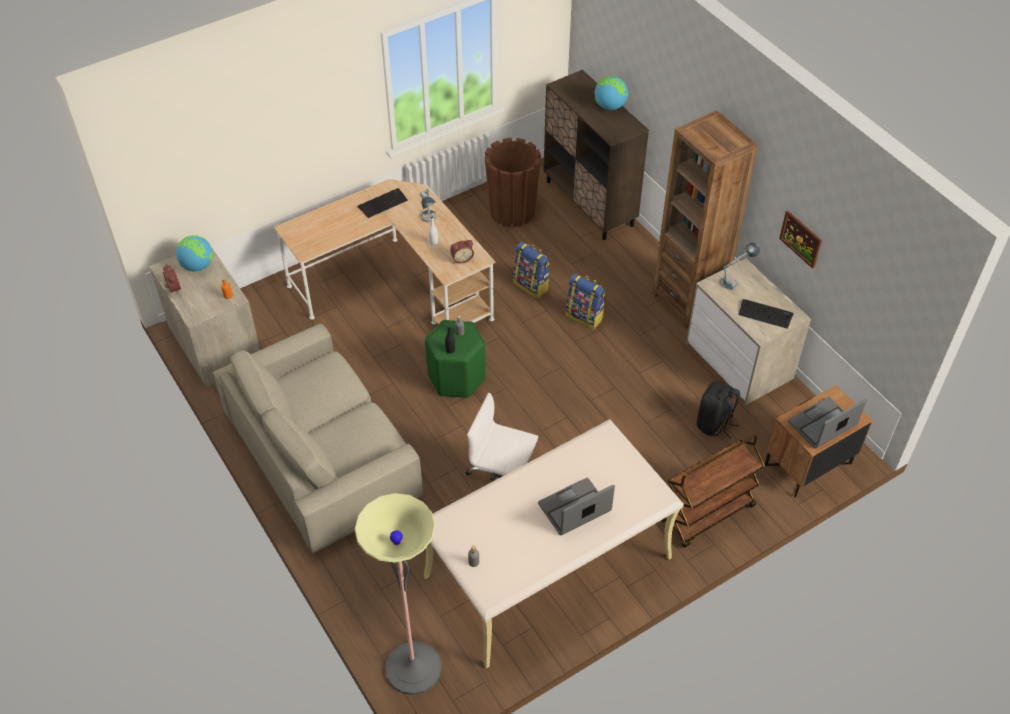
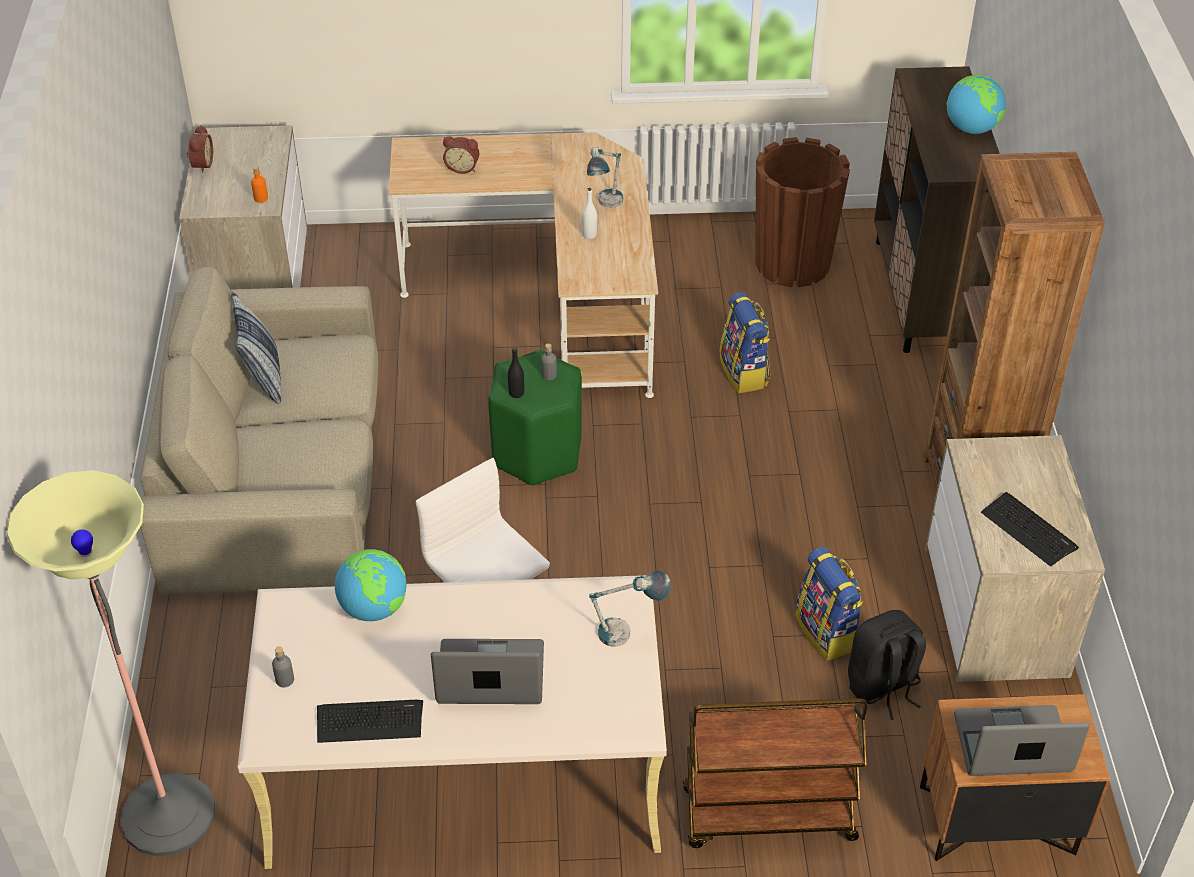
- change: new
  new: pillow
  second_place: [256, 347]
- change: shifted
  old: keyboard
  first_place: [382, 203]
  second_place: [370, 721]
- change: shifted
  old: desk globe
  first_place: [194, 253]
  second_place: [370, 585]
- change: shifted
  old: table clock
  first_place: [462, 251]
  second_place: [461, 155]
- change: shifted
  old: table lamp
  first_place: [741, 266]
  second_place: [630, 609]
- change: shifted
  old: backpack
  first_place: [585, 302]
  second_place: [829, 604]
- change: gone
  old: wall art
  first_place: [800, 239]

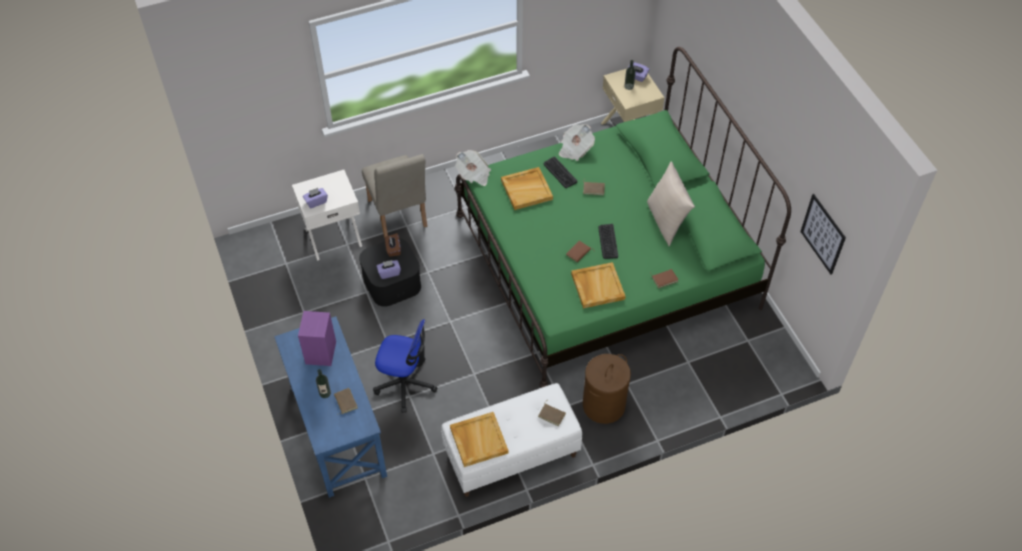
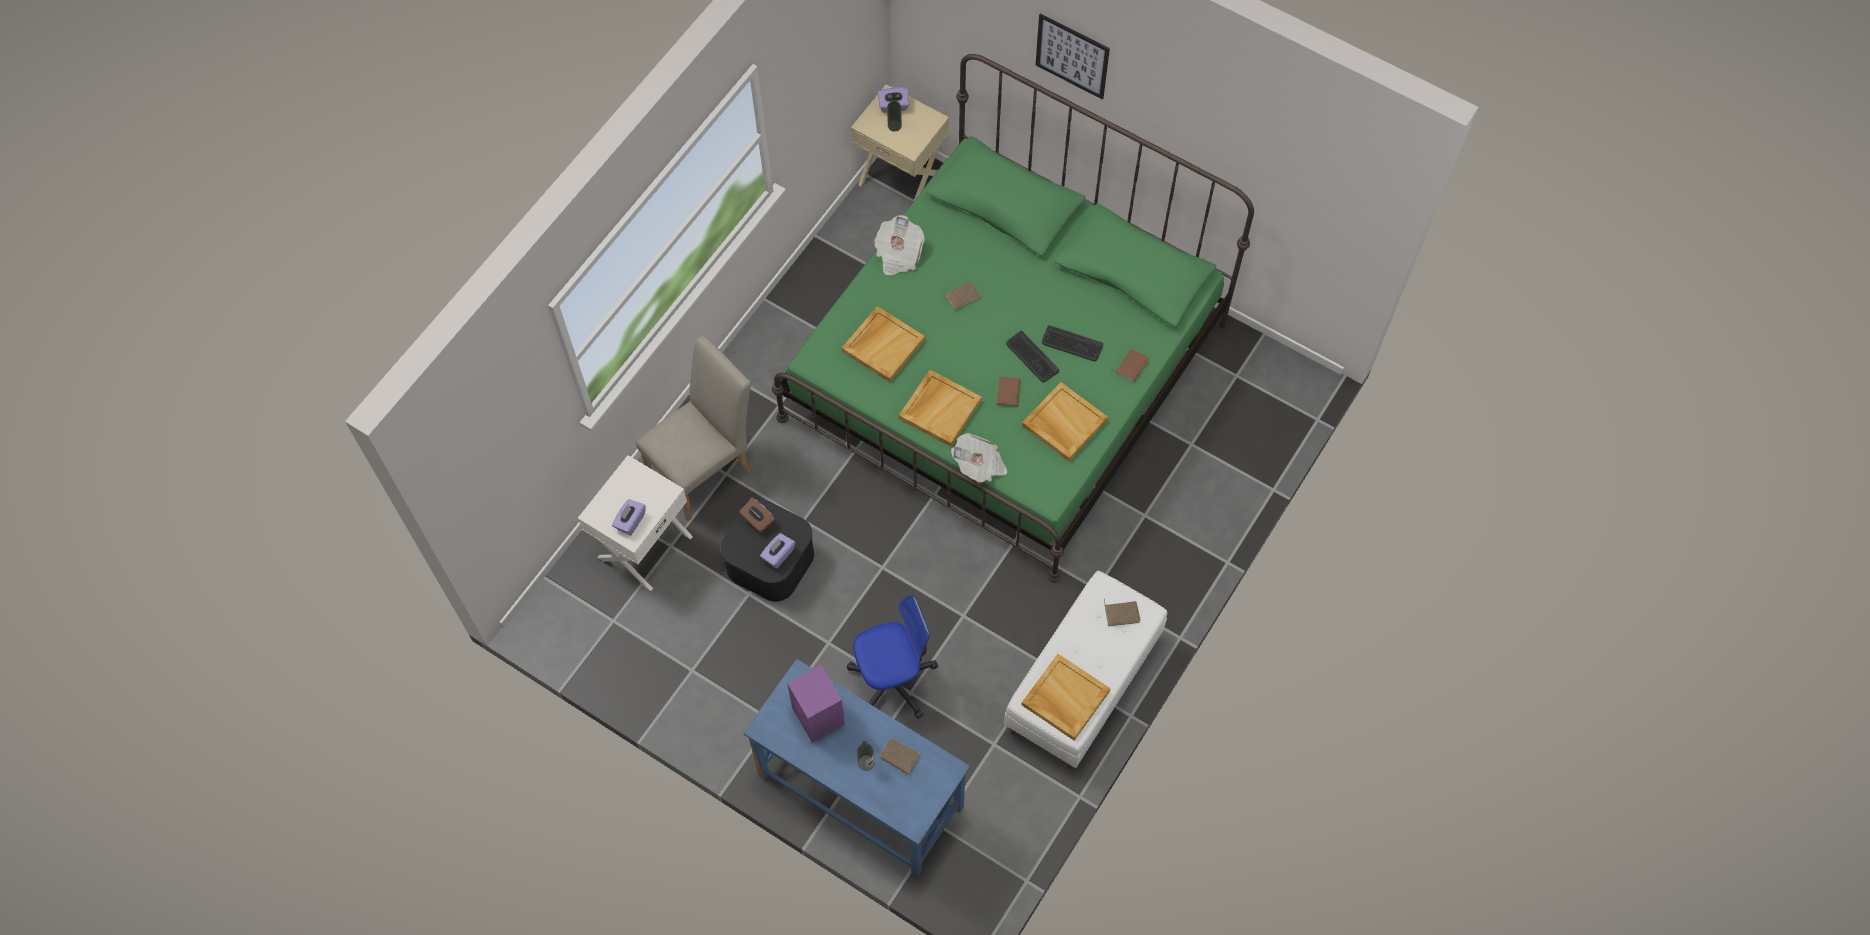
- change: rotated
  old: beige-coloured plain chair
  first_place: [394, 196]
  second_place: [694, 428]
  degrees: -75
- change: new
  new: beige-coloured serving tray
  second_place: [940, 408]
- change: shifted
  old: newspaper
  first_place: [473, 168]
  second_place: [979, 458]
- change: shifted
  old: wall art
  first_place: [823, 234]
  second_place: [1073, 56]
- change: shifted
  old: keyboard
  first_place: [560, 172]
  second_place: [1072, 343]
- change: gone
  old: brown laundry basket
  first_place: [607, 389]
- change: gone
  old: beige-coloured pillow
  first_place: [671, 204]

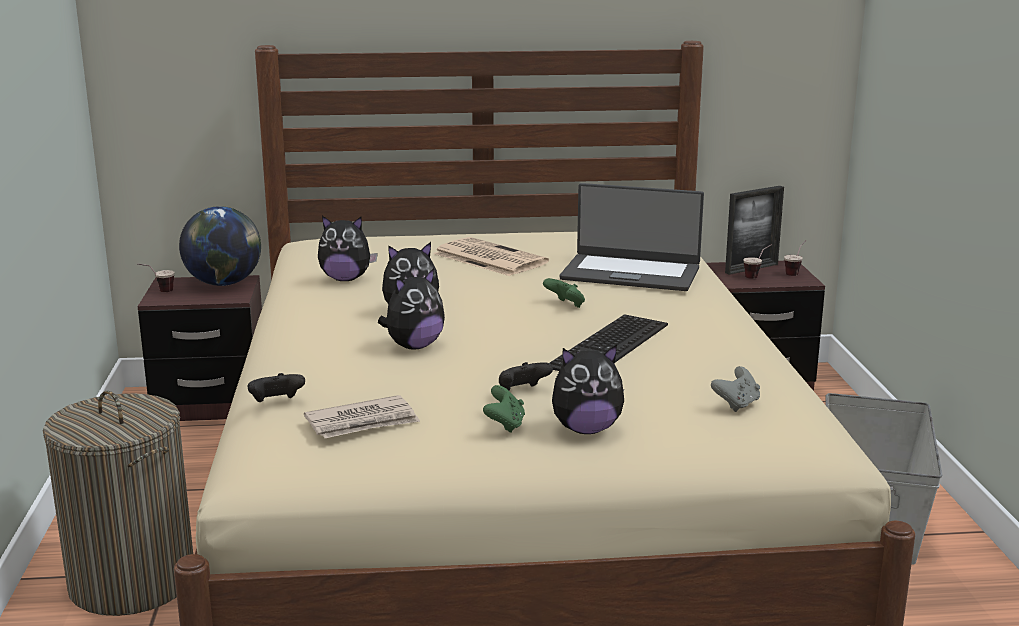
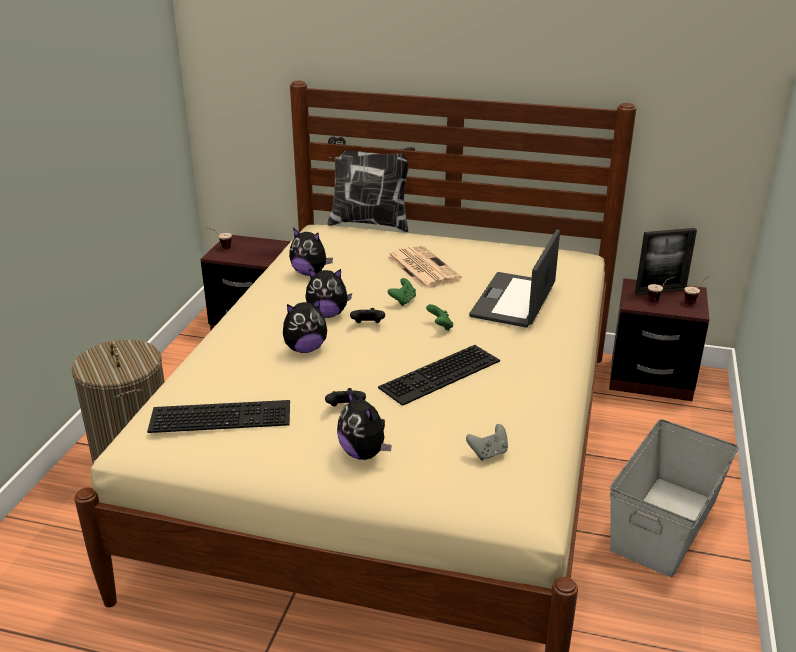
- change: swapped
  old: newspaper
  new: keyboard
  first_place: [362, 416]
  second_place: [218, 416]
- change: new
  new: pillow
  second_place: [371, 184]
- change: rotated
  old: plush toy
  first_place: [588, 389]
  second_place: [364, 425]
  degrees: 45
- change: shifted
  old: blackish joypad
  first_place: [276, 387]
  second_place: [367, 315]
- change: shifted
  old: green-coloured joypad
  first_place: [504, 409]
  second_place: [402, 292]
- change: rotated
  old: portable computer
  first_place: [632, 237]
  second_place: [514, 278]
  degrees: 75
- change: gone
  old: desk globe
  first_place: [220, 246]

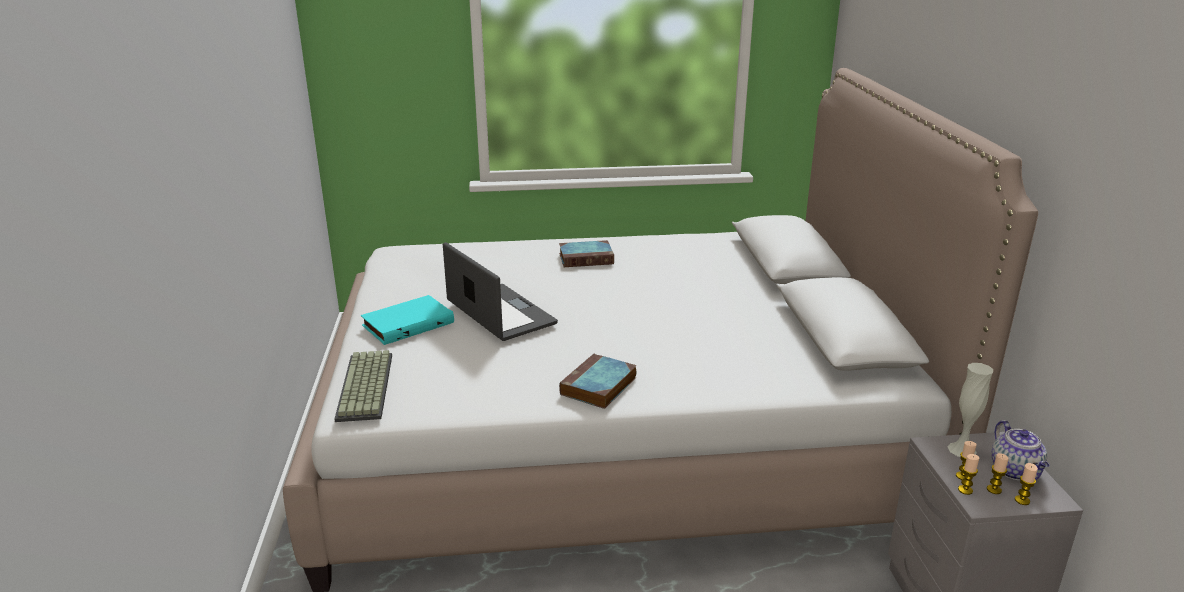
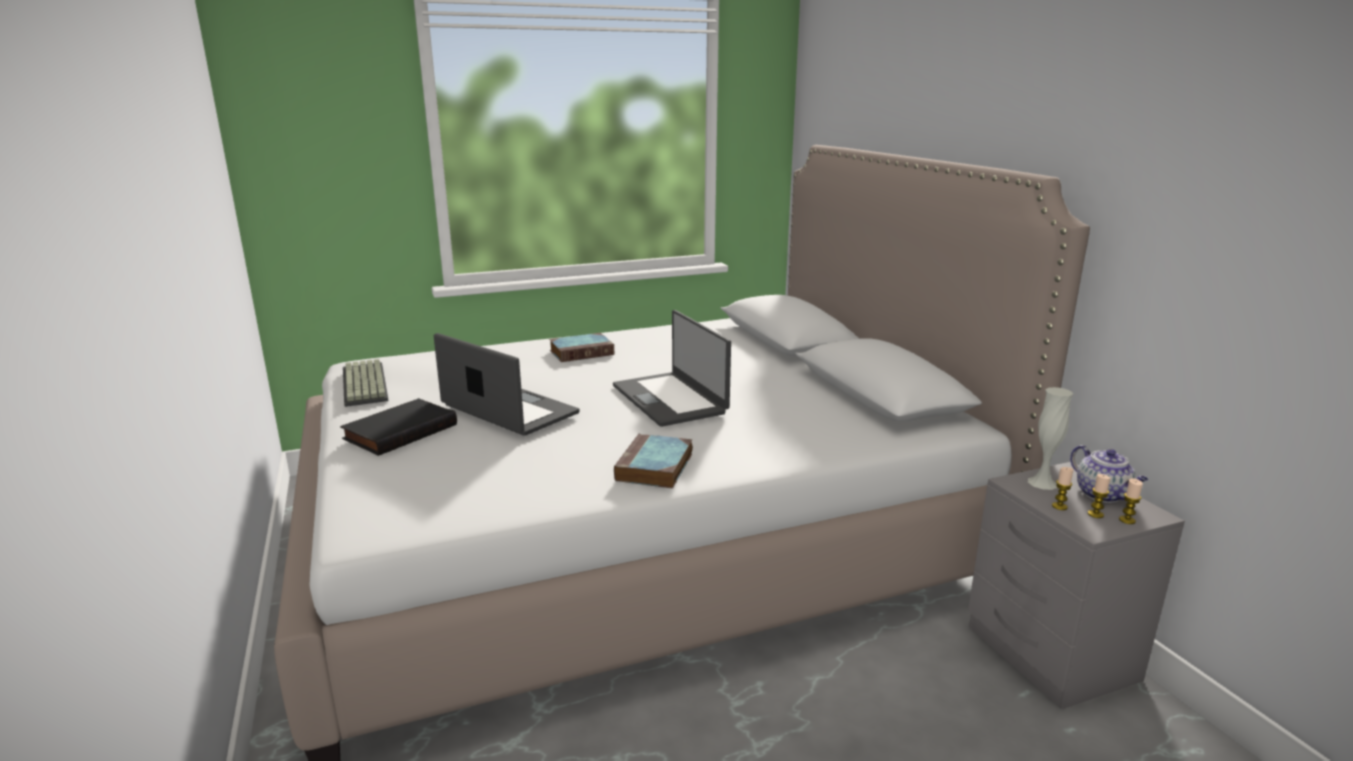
- change: repainted
  old: blue-green book
  new: blackish book
  first_place: [407, 320]
  second_place: [398, 427]
- change: shifted
  old: keyboard
  first_place: [363, 386]
  second_place: [366, 383]
- change: new
  new: portable computer
  second_place: [672, 368]
- change: gone
  old: wax light
  first_place: [968, 474]

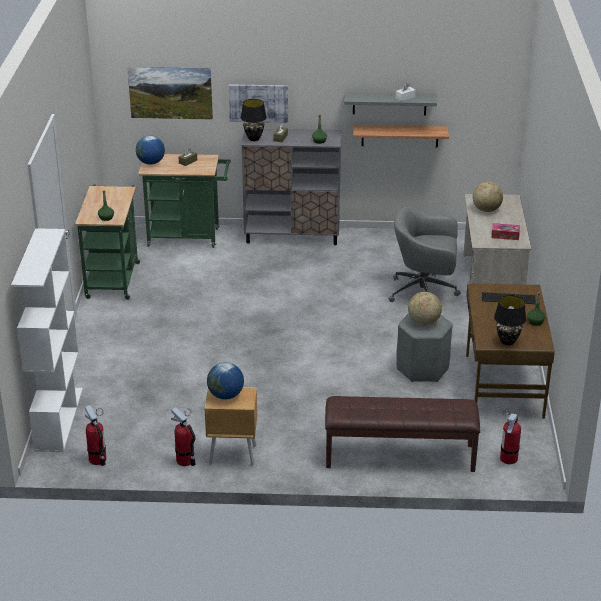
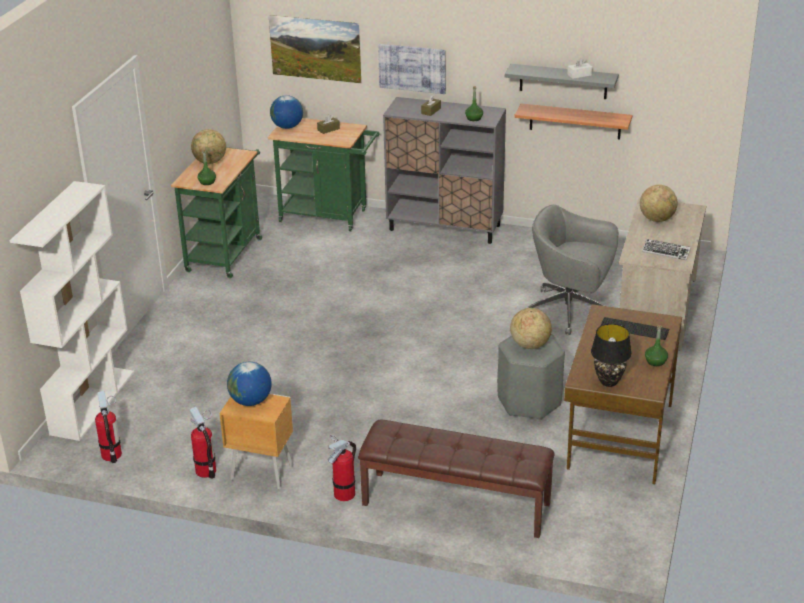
- change: new
  new: desk globe
  second_place: [208, 146]
- change: shifted
  old: fire-fighting cylinder
  first_place: [510, 437]
  second_place: [342, 468]
- change: swapped
  old: tissue holder
  new: keyboard
  first_place: [506, 231]
  second_place: [666, 249]
- change: gone
  old: blackish table lamp
  first_place: [254, 120]

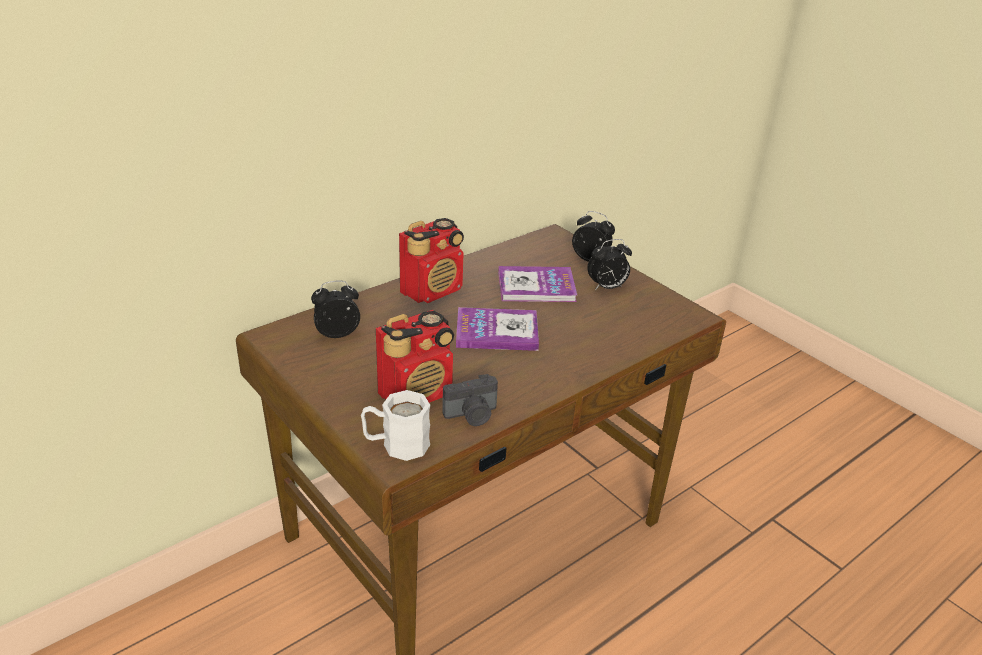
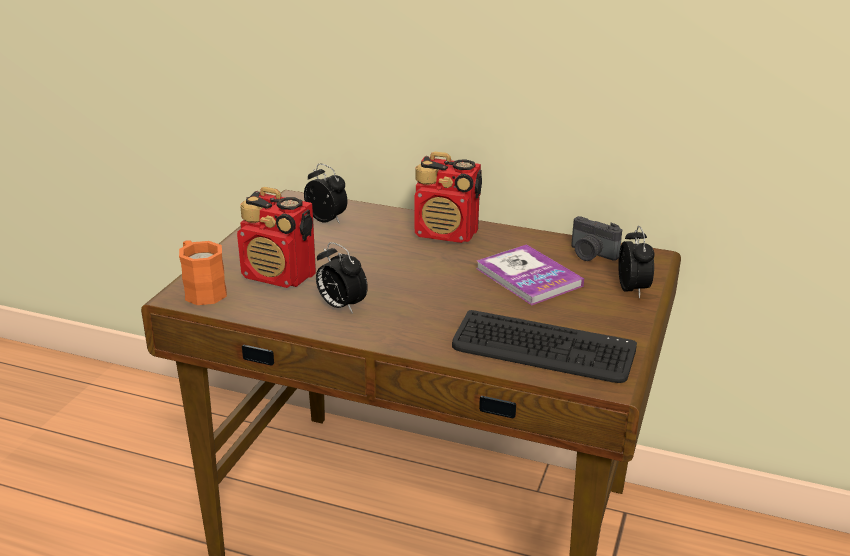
- change: repainted
  old: white coffee mug
  new: orange-coloured coffee mug
  first_place: [395, 425]
  second_place: [203, 272]
- change: shifted
  old: table clock
  first_place: [609, 264]
  second_place: [342, 278]
- change: new
  new: keyboard
  second_place: [544, 346]
- change: shifted
  old: still camera
  first_place: [470, 400]
  second_place: [596, 238]
- change: gone
  old: book
  first_place: [497, 329]

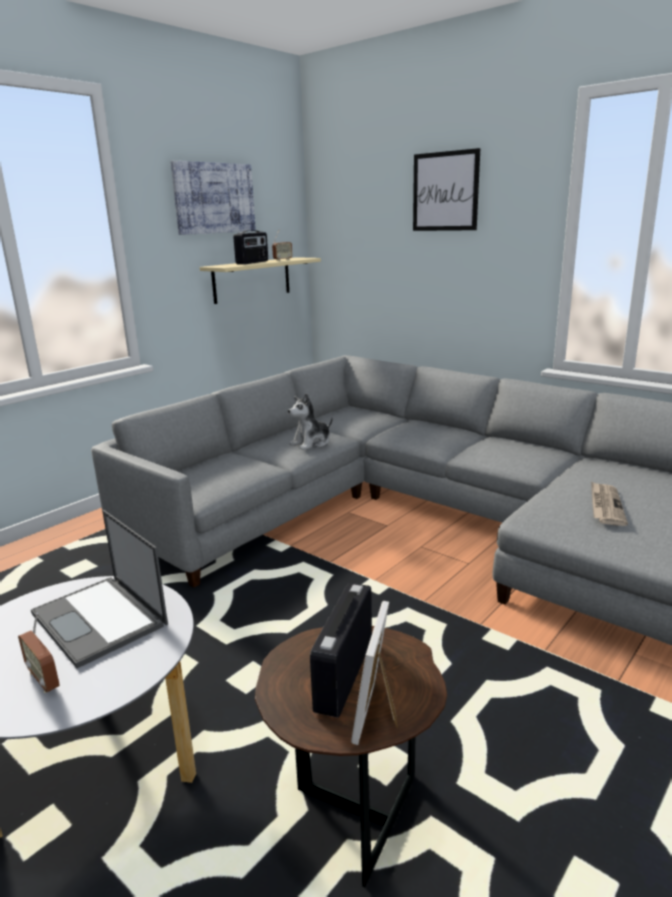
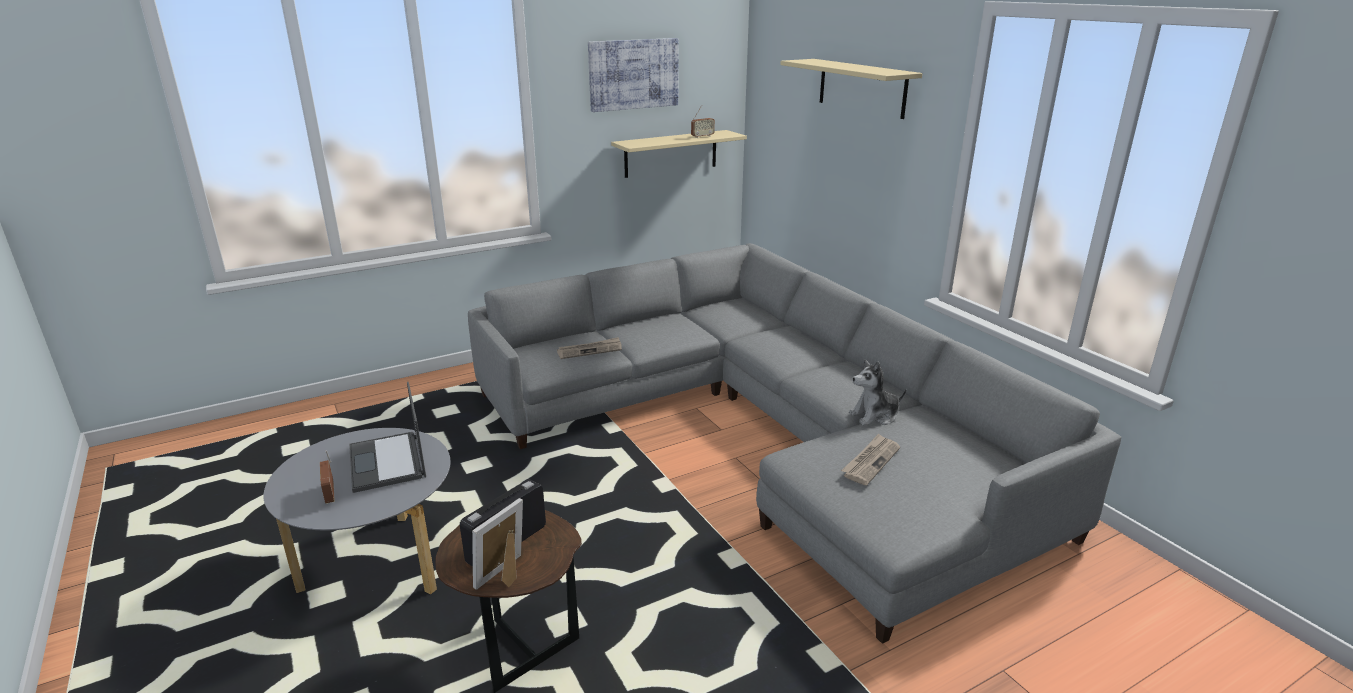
- change: new
  new: newspaper
  second_place: [589, 348]
- change: swapped
  old: wall art
  new: beige-coloured bracket shelf
  first_place: [446, 189]
  second_place: [851, 89]
- change: shifted
  old: plush toy
  first_place: [310, 421]
  second_place: [878, 392]
- change: gone
  old: radio
  first_place: [250, 247]

